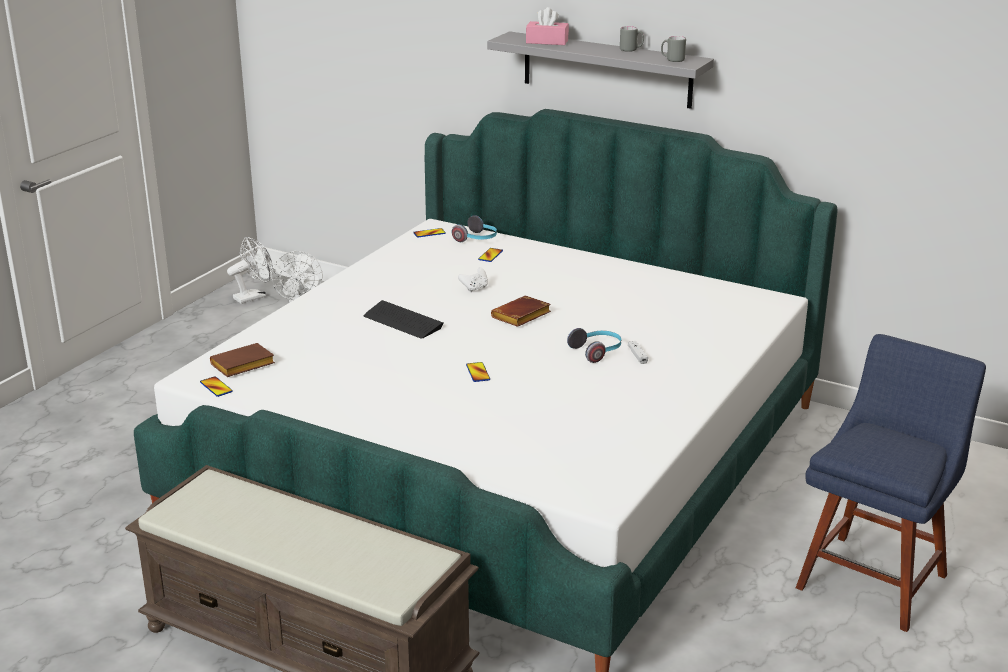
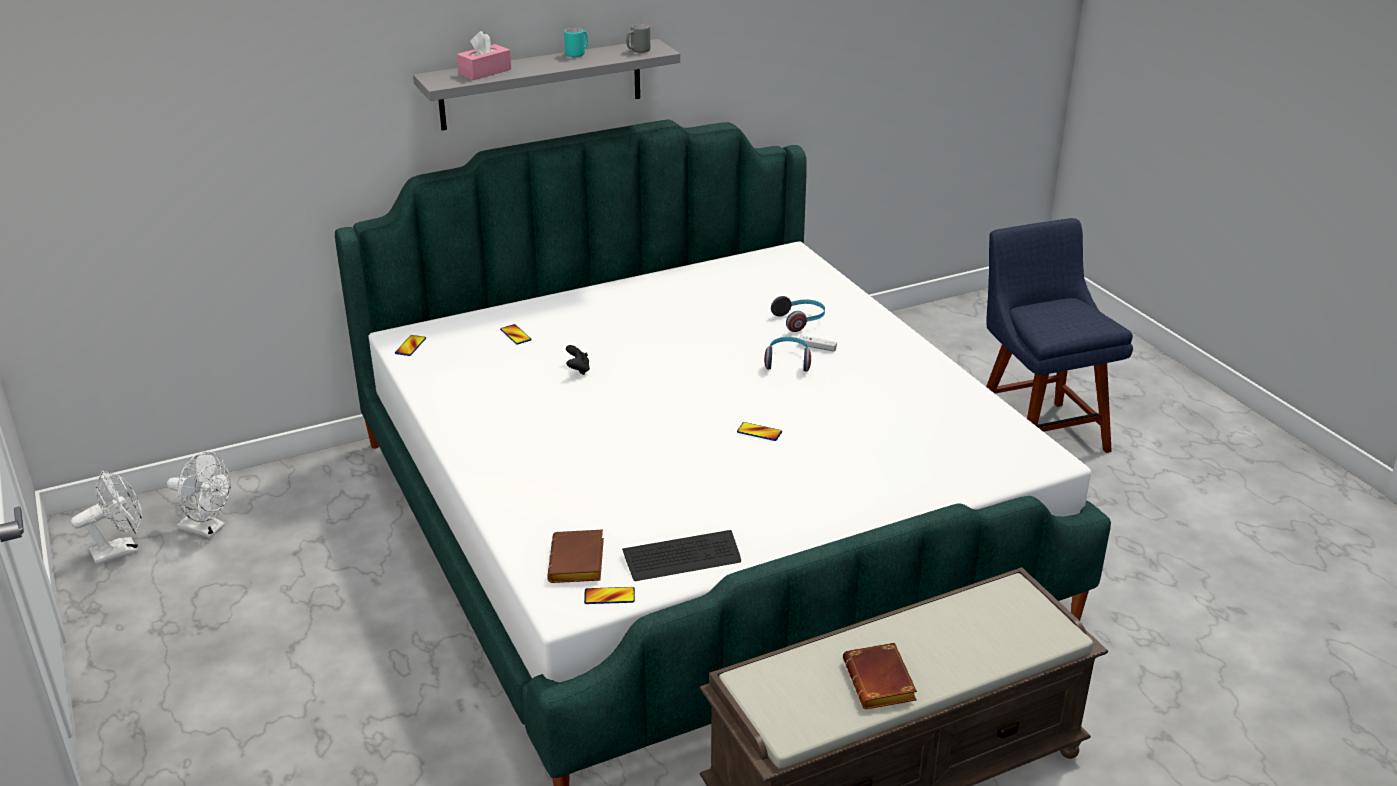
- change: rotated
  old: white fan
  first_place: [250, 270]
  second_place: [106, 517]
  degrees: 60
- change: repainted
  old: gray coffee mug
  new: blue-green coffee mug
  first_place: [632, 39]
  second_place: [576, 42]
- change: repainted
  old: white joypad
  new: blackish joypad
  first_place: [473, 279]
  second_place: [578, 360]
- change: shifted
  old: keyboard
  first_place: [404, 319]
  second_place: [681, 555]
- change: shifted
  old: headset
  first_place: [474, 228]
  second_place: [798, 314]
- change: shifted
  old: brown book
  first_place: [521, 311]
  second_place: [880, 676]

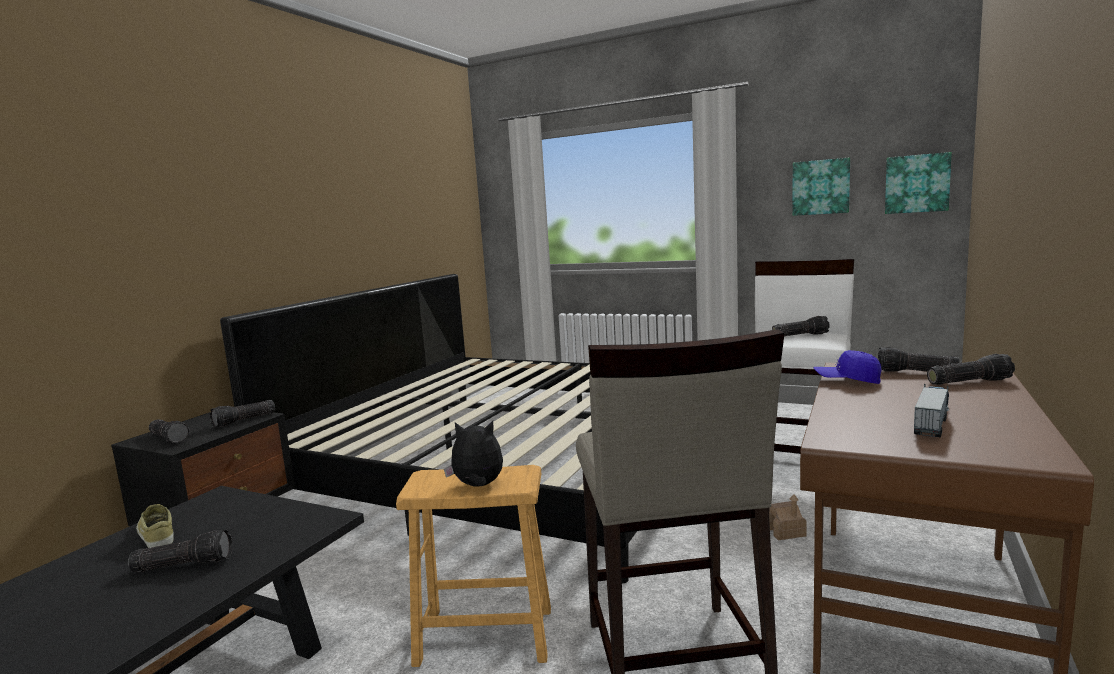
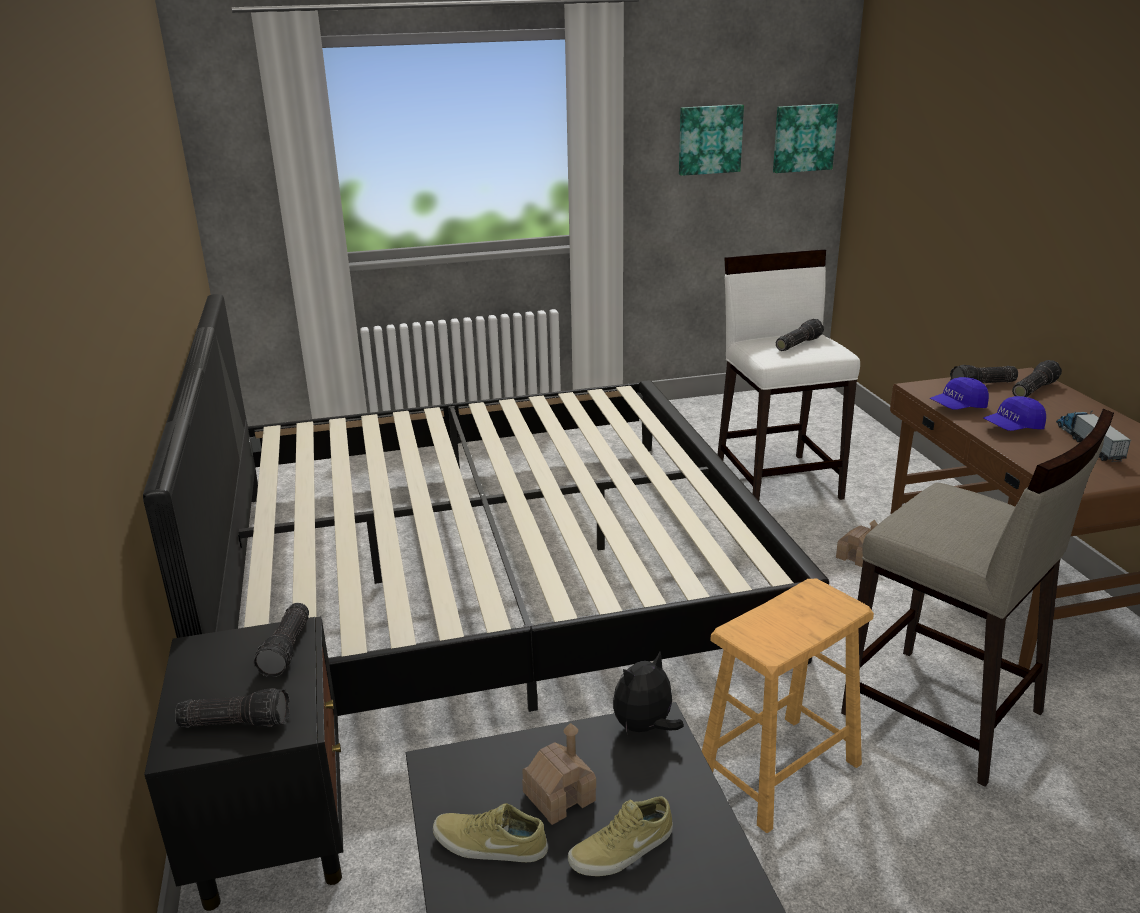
- change: new
  new: miniature house
  second_place: [559, 774]
- change: swapped
  old: torch
  new: beige-coloured item of footwear
  first_place: [180, 551]
  second_place: [620, 836]
- change: shifted
  old: plush toy
  first_place: [473, 454]
  second_place: [648, 691]
- change: new
  new: blue-coloured cap
  second_place: [1014, 413]

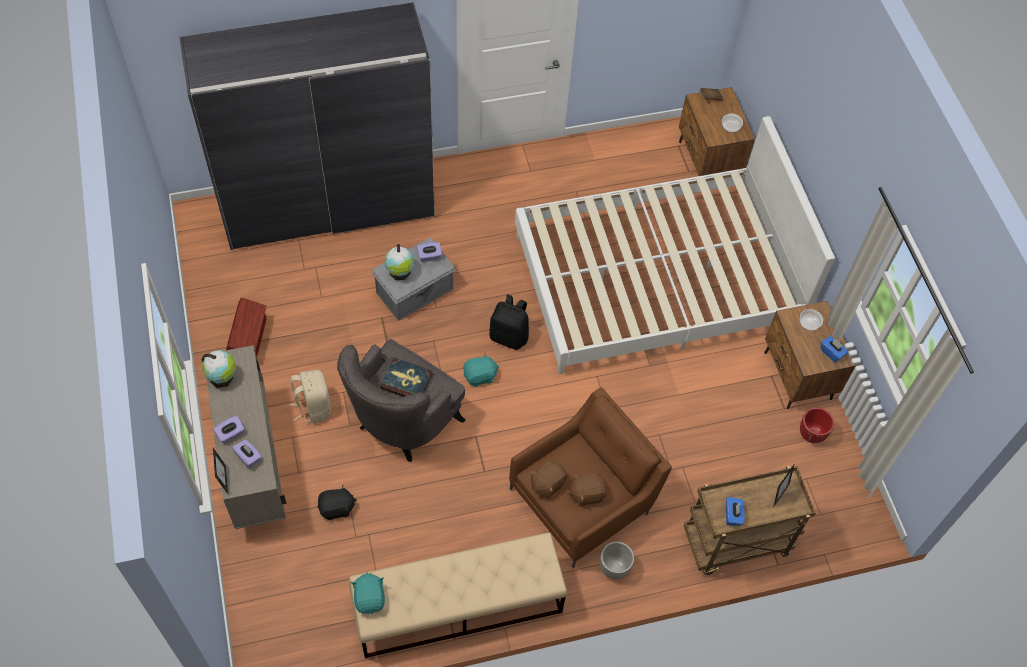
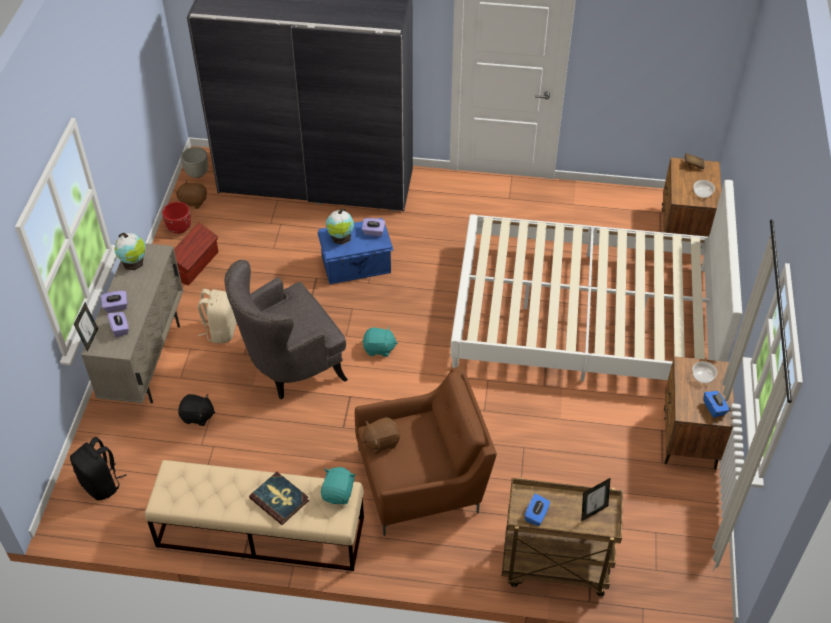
- change: shifted
  old: blackish backpack
  first_place: [509, 322]
  second_place: [98, 468]
- change: shifted
  old: red plant pot
  first_place: [817, 425]
  second_place: [176, 218]
- change: shifted
  old: brown plush toy
  first_place: [587, 490]
  second_place: [191, 195]
- change: shifted
  old: gray plant pot
  first_place: [617, 561]
  second_place: [194, 162]
- change: shifted
  old: book
  first_place: [406, 377]
  second_place: [279, 498]
- change: repainted
  old: gray storage container
  new: blue-coloured storage container
  first_place: [414, 279]
  second_place: [355, 251]
- change: shifted
  old: blue-green plush toy
  first_place: [368, 593]
  second_place: [338, 485]

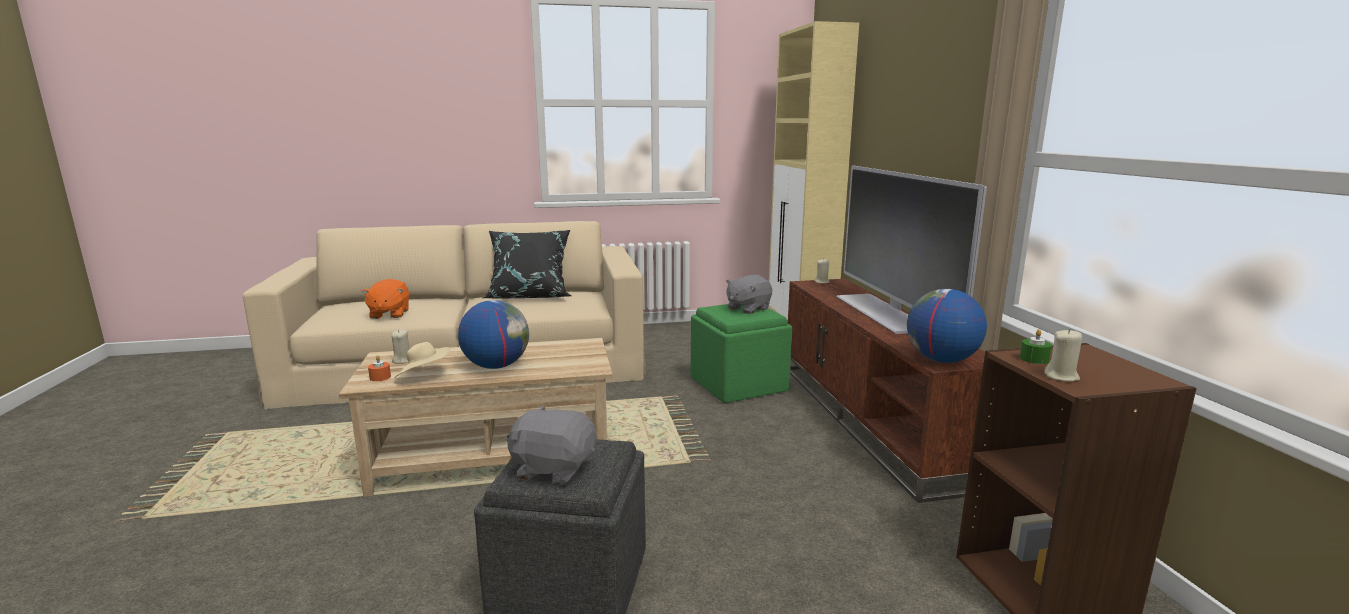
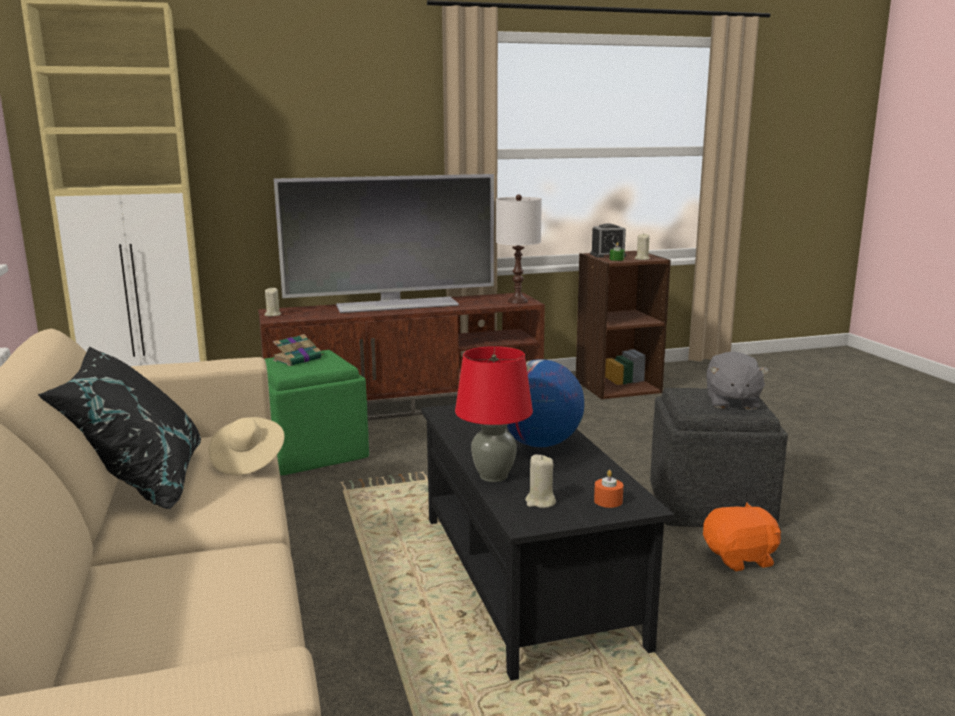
- change: shifted
  old: beige-coloured wearable hat
  first_place: [422, 360]
  second_place: [246, 446]
- change: swapped
  old: gray plush toy
  new: book
  first_place: [749, 294]
  second_place: [298, 350]
- change: repainted
  old: beige-coloured lounge table
  new: blackish lounge table
  first_place: [476, 417]
  second_place: [548, 542]
- change: new
  new: red table lamp
  second_place: [494, 414]
- change: swapped
  old: desk globe
  new: white table lamp
  first_place: [947, 326]
  second_place: [519, 249]
- change: new
  new: table clock
  second_place: [608, 240]
- change: shifted
  old: orange-coloured plush toy
  first_place: [385, 299]
  second_place: [742, 536]

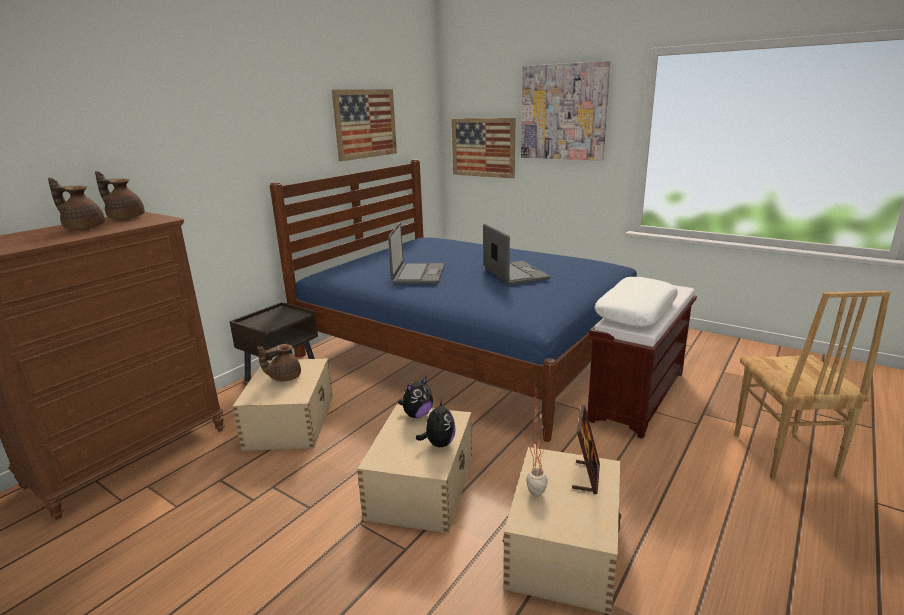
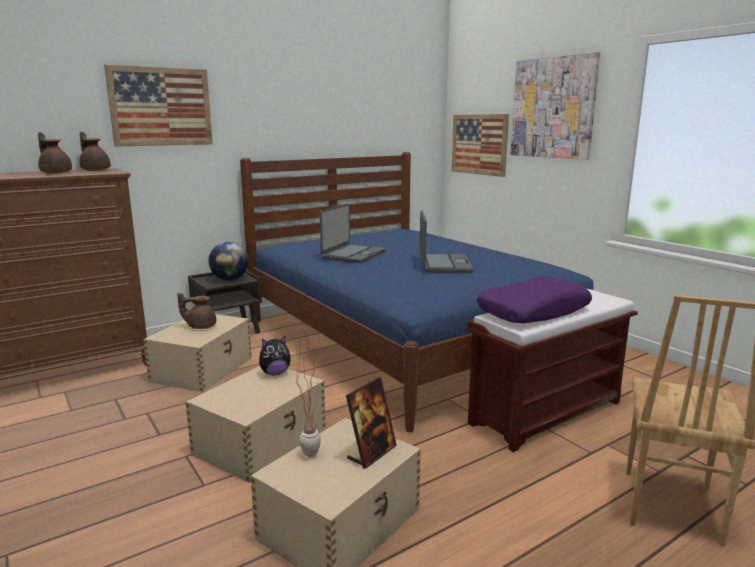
- change: shifted
  old: wall art
  first_place: [364, 125]
  second_place: [158, 105]
- change: new
  new: desk globe
  second_place: [228, 261]
- change: repainted
  old: white pillow
  new: purple pillow
  first_place: [636, 302]
  second_place: [534, 299]
- change: gone
  old: plush toy
  first_place: [436, 423]

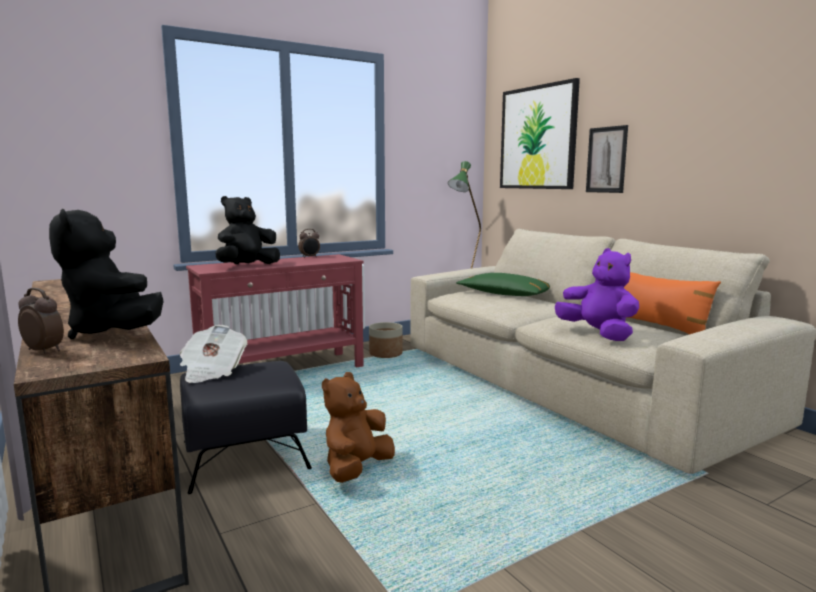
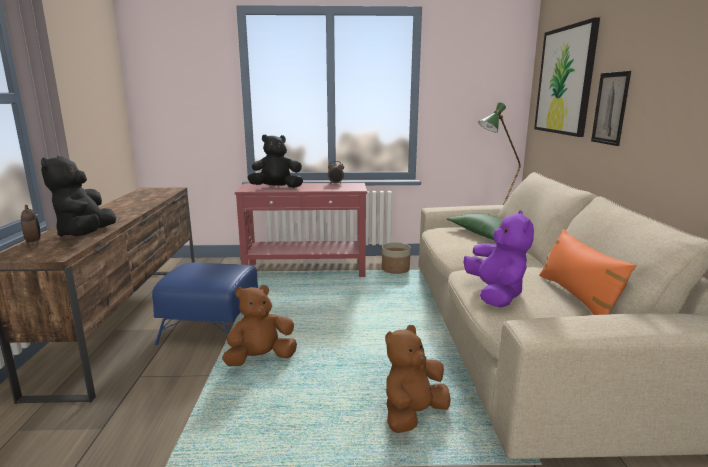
- change: repainted
  old: blackish pouffe
  new: blue-coloured pouffe
  first_place: [246, 427]
  second_place: [205, 303]
- change: new
  new: brown plush toy
  second_place: [418, 379]
- change: gone
  old: newspaper
  first_place: [213, 354]

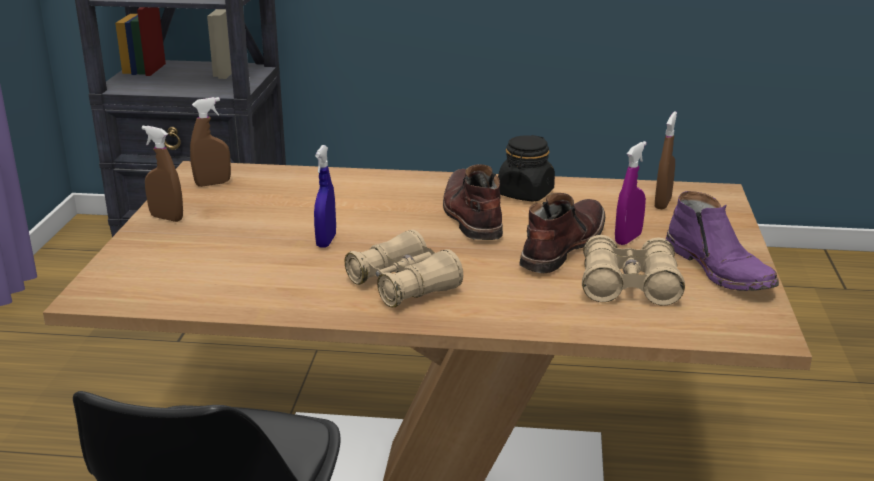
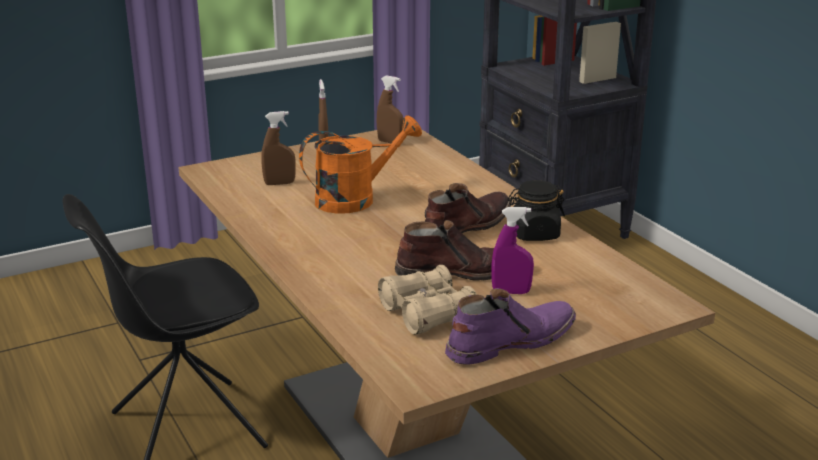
- change: shifted
  old: brown spray bottle
  first_place: [666, 160]
  second_place: [278, 148]
- change: swapped
  old: blue-coloured spray bottle
  new: orange-coloured sprinkling can
  first_place: [325, 196]
  second_place: [360, 164]
- change: rotated
  old: purple boot
  first_place: [722, 241]
  second_place: [510, 326]
  degrees: -150
- change: gone
  old: beige-coloured binoculars
  first_place: [404, 268]

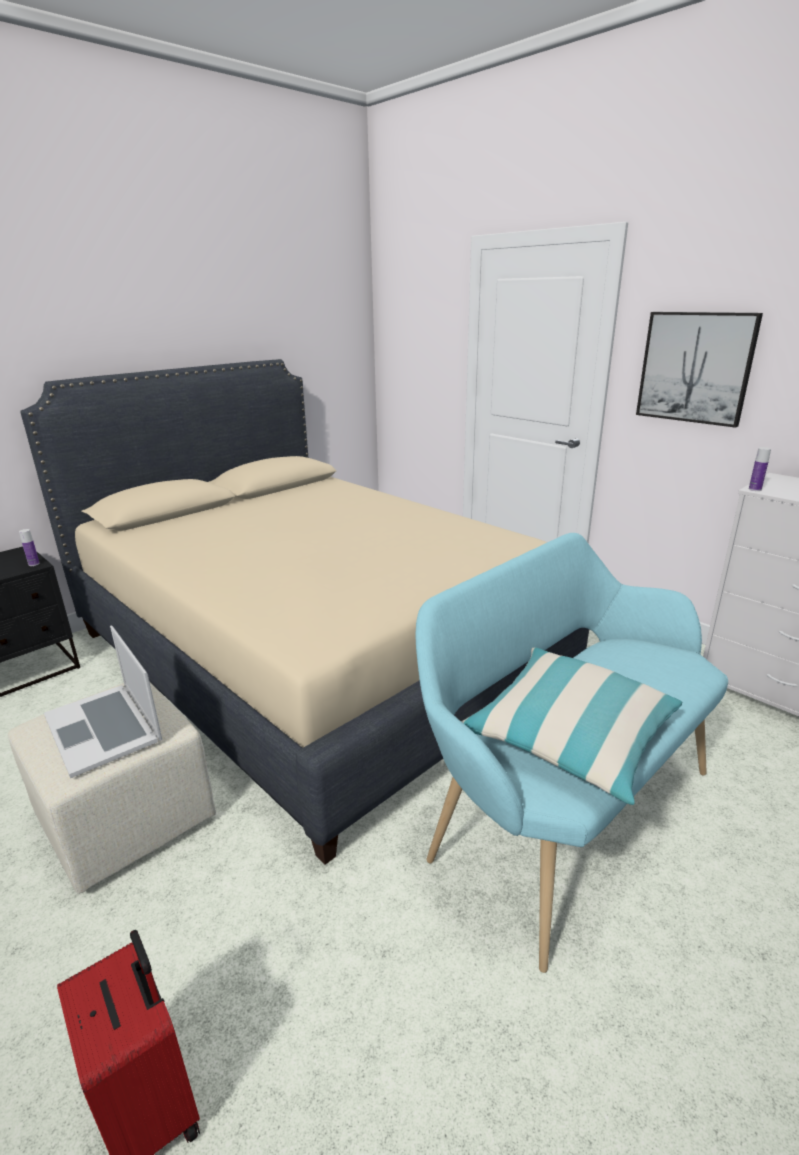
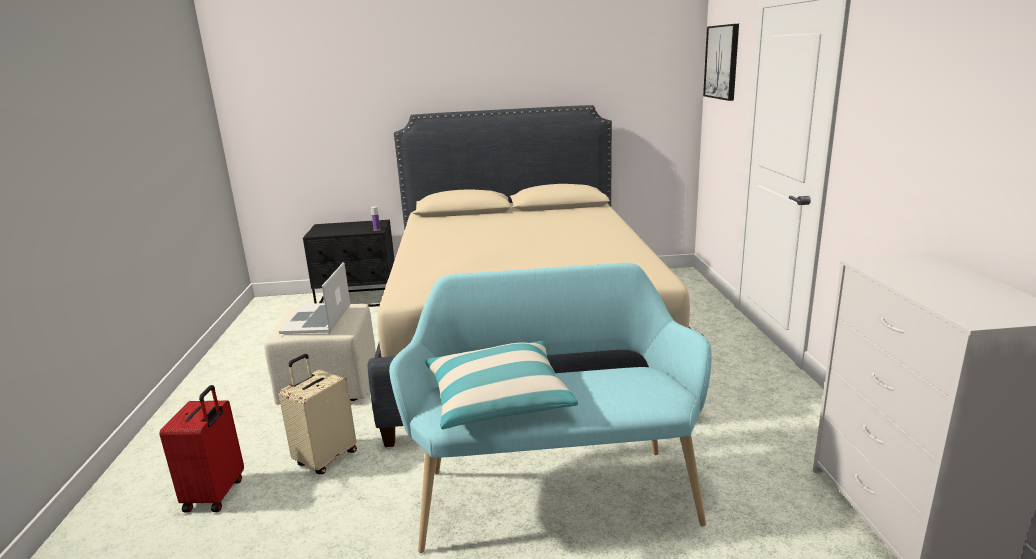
- change: new
  new: beige-coloured suitcase
  second_place: [318, 414]
- change: shifted
  old: wall art
  first_place: [699, 370]
  second_place: [721, 62]
- change: gone
  old: beverage bottle
  first_place: [760, 469]

